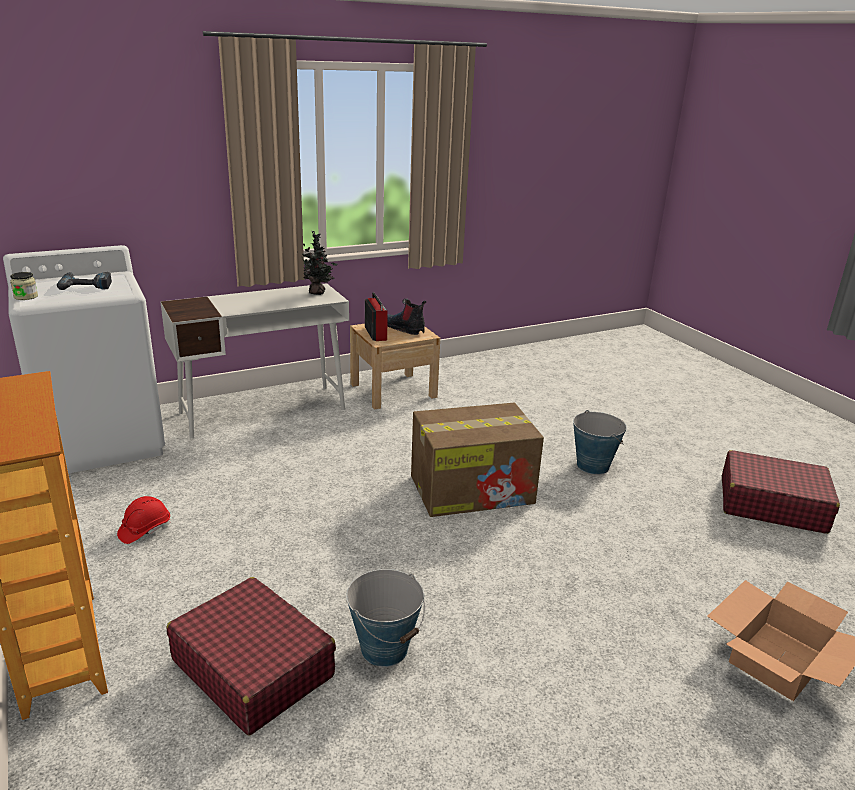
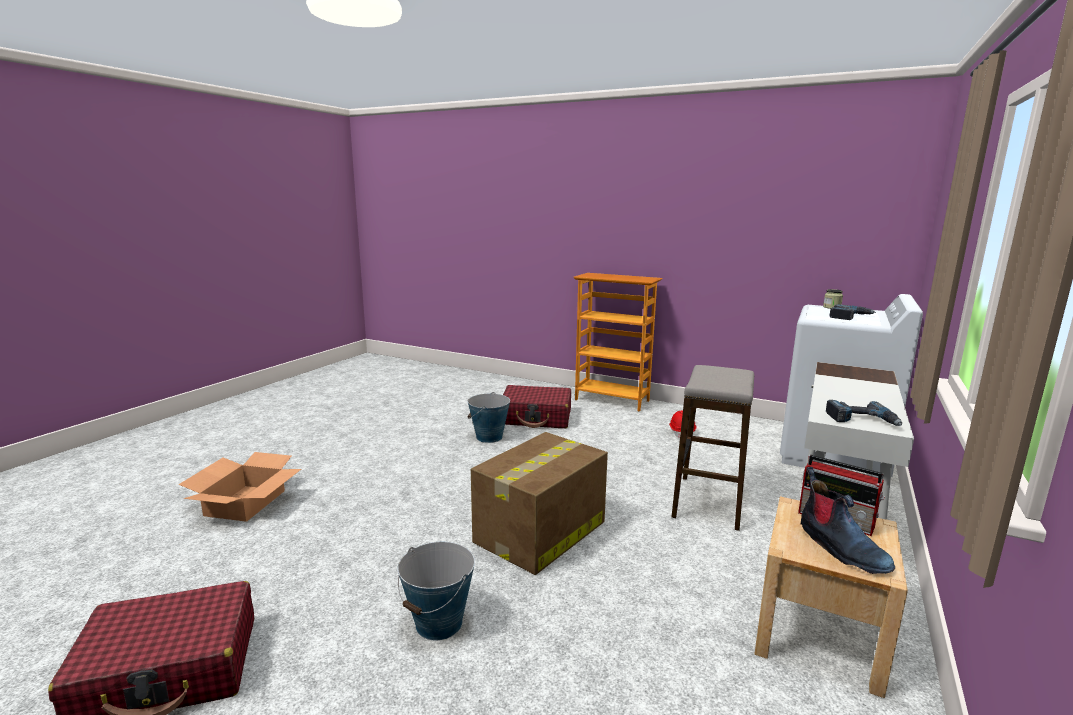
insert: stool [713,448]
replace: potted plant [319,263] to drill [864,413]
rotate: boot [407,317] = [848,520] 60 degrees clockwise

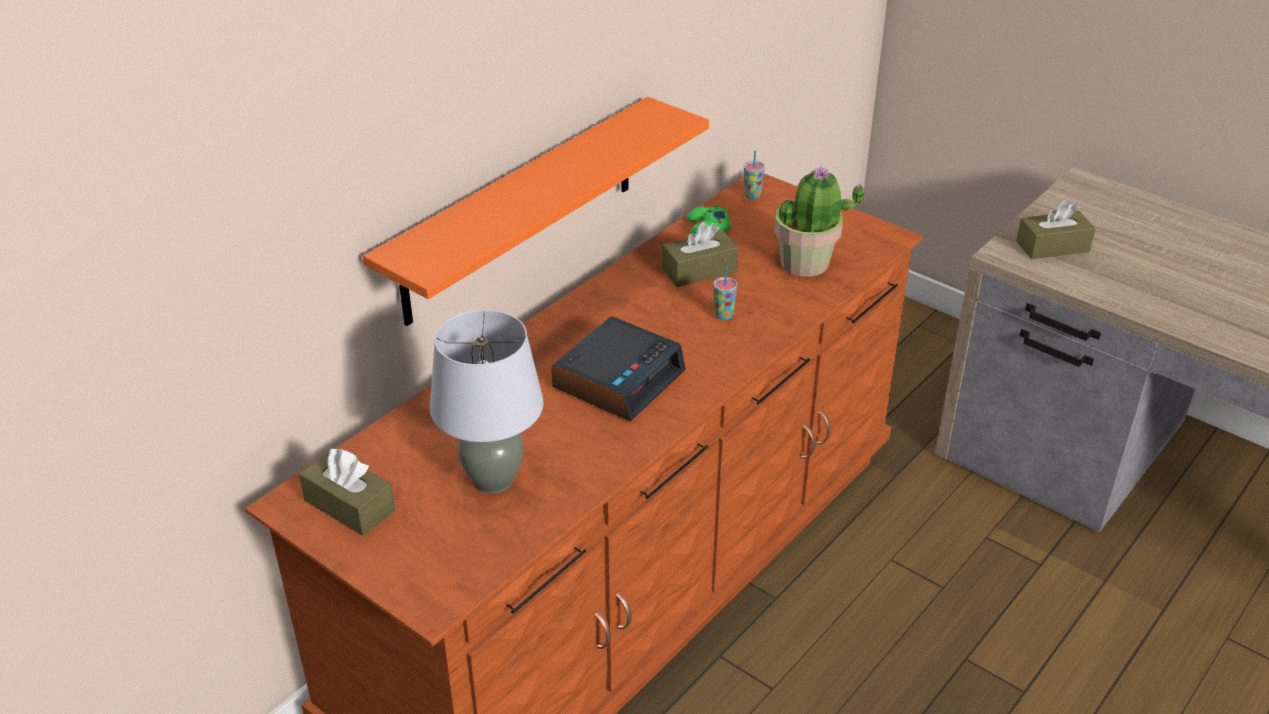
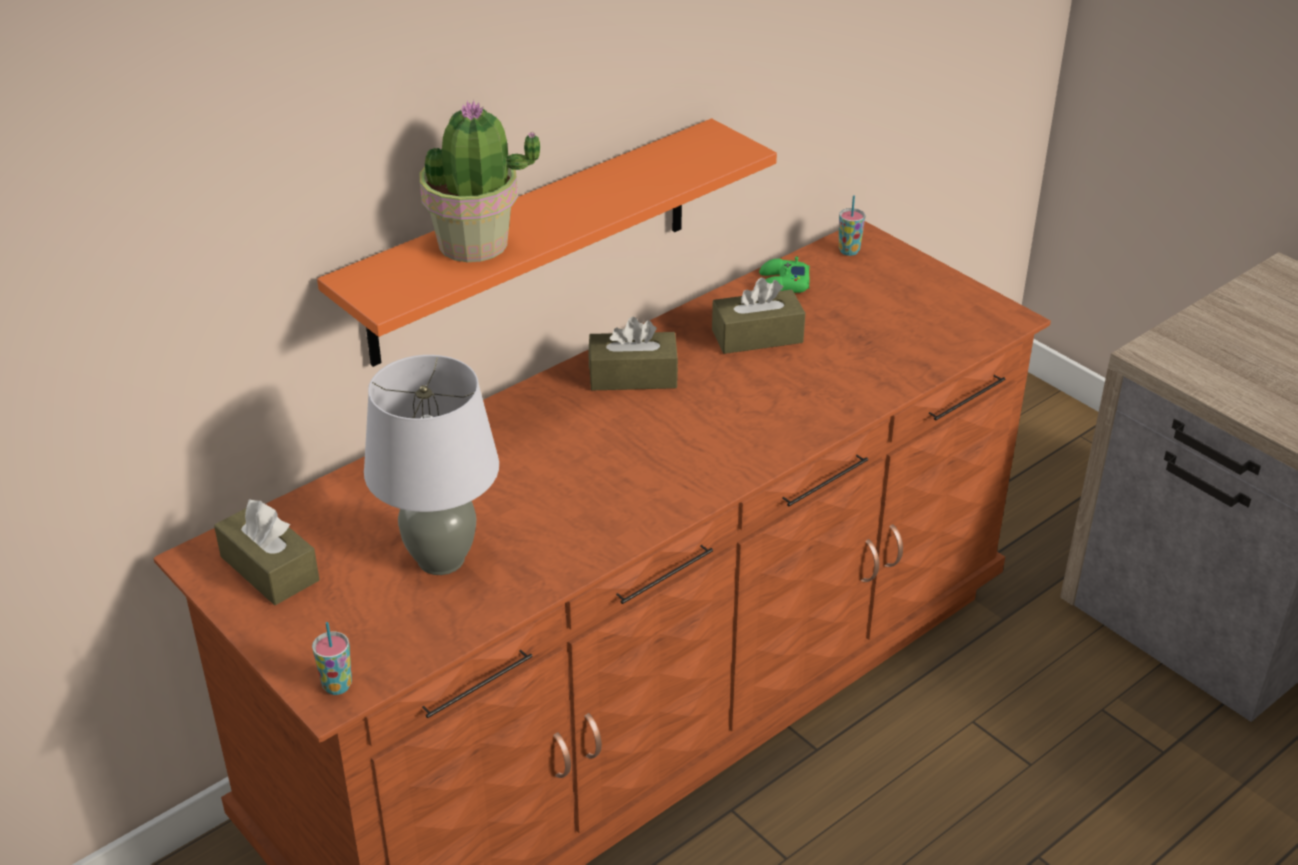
delete: bedside clock [618,368]
move: drinking cup [725,293] to [332,658]; potted plant [819,221] to [480,181]; brownish tissue box [1056,230] to [633,353]

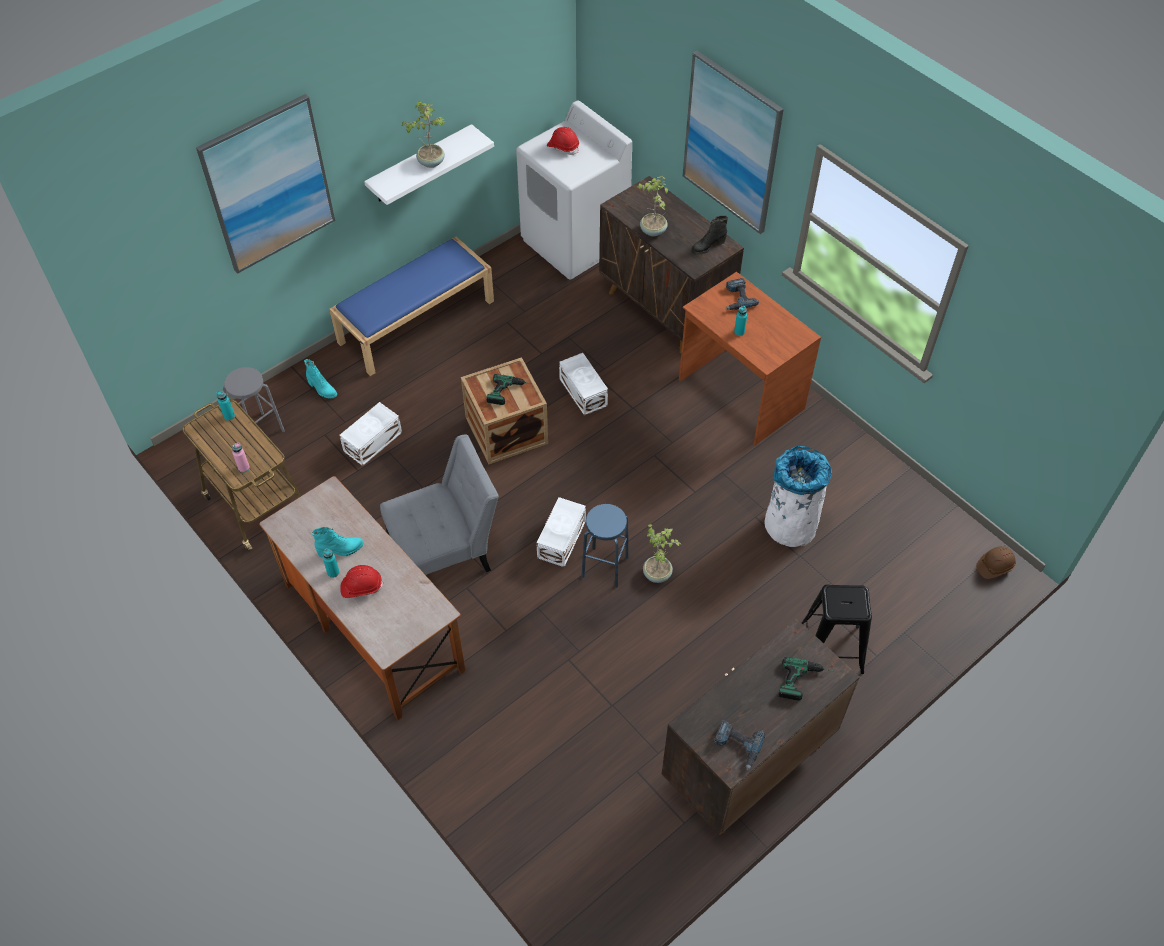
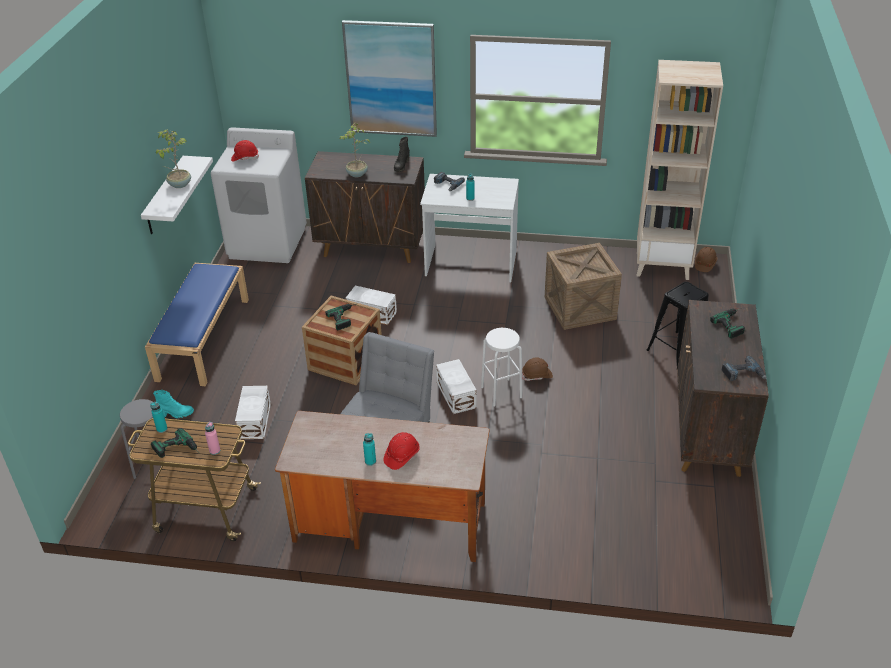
delete: wall art [265,184]; turquoise-coloured boot [337,542]
insert: drill [175,443]; beige-coloured shelving unit [680,170]
replace: potted plant [662,553] to brownish hard hat [537,369]; whitish waste bin [798,496] to crate [583,286]
recolor: brownish desk [750,358] to whitish desk [469,228]; blue-coloured stool [604,546] to whitish stool [501,367]

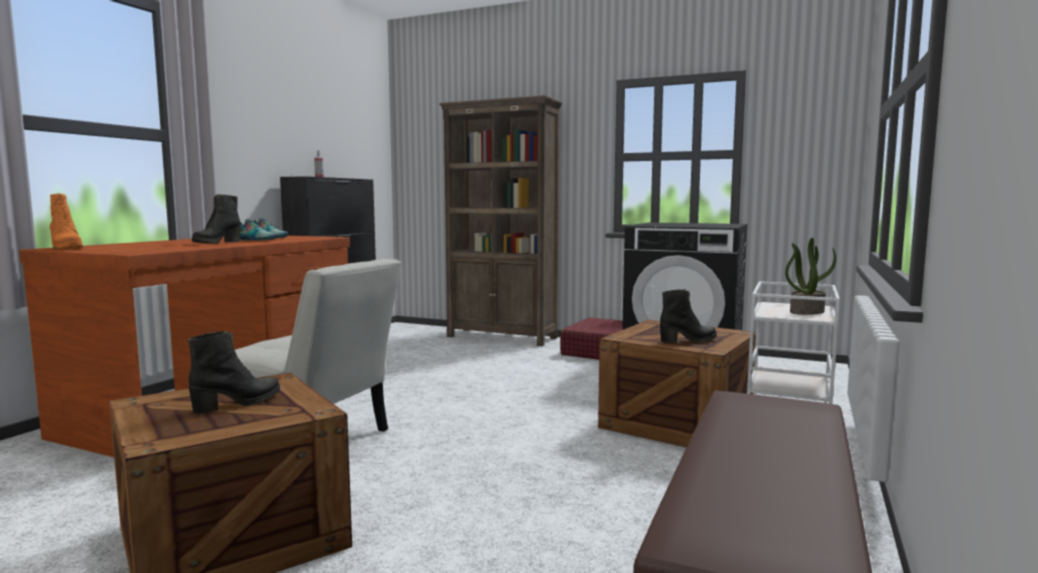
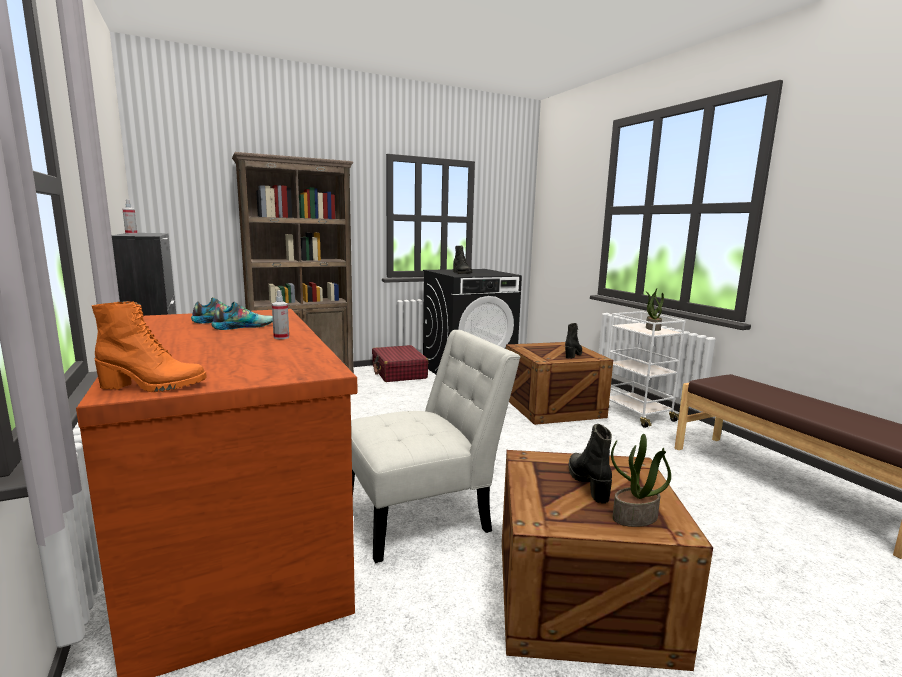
insert: spray bottle [280,314]; potted plant [641,480]
move: blackish boot [216,218] to [462,259]

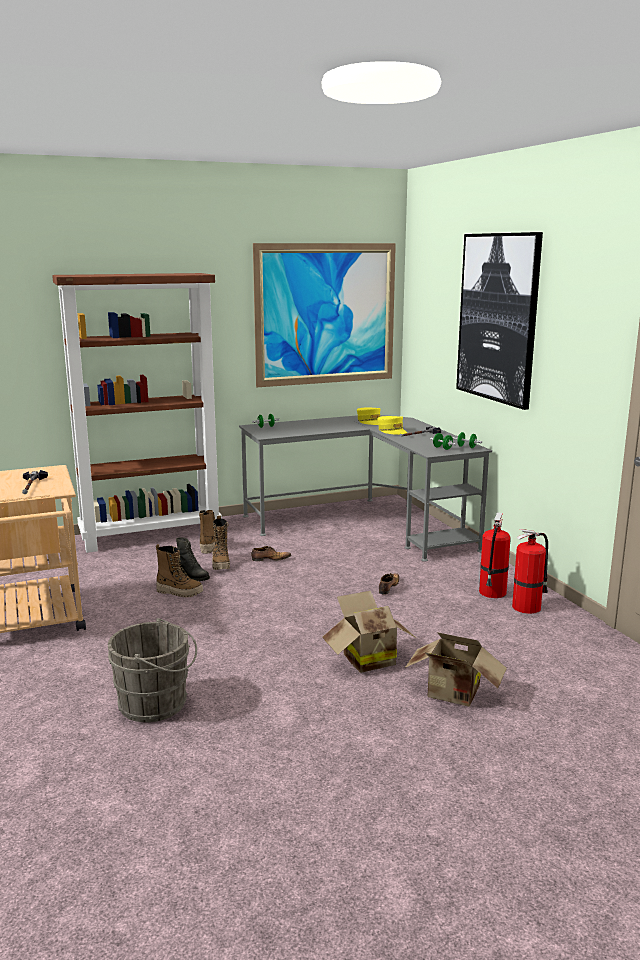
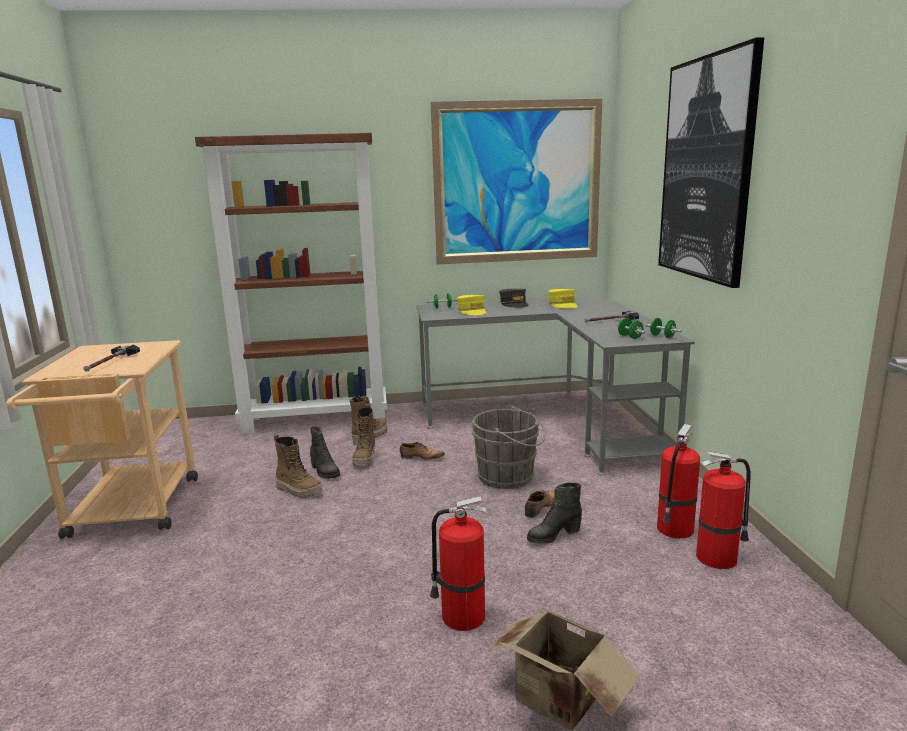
insert: greyish cap [513,298]; blackish boot [554,513]
move: yellow-coloured cap [392,425] to [472,305]; greyish bucket [152,670] to [509,447]
replace: packing box [369,632] to extinguisher [458,563]

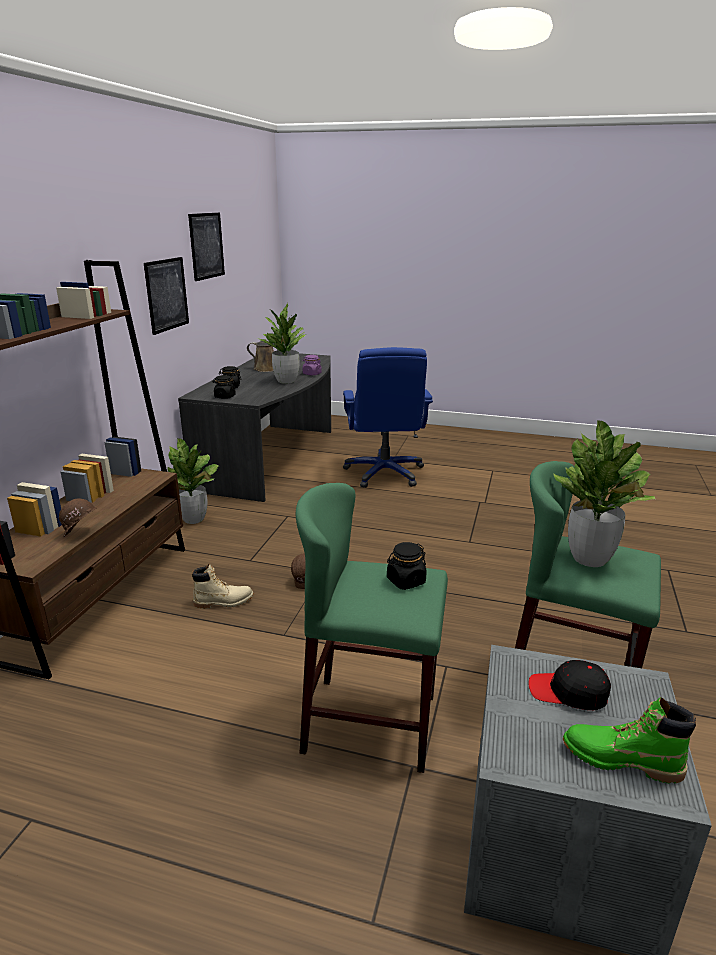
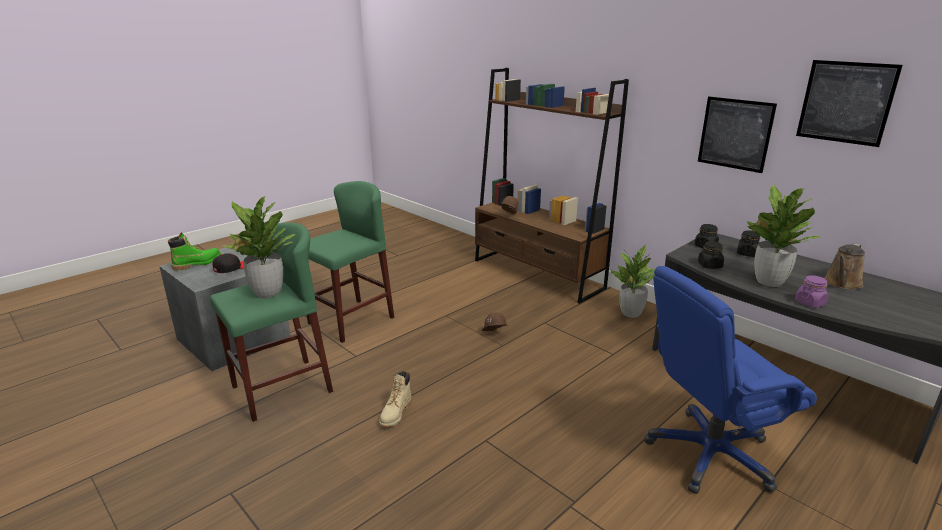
move: beige-coloured boot [223,586] to [395,399]; blackish preserve jar [407,566] to [711,255]
rotate: blue-coloured computer chair [388,417] = [731,380] 45 degrees counterclockwise

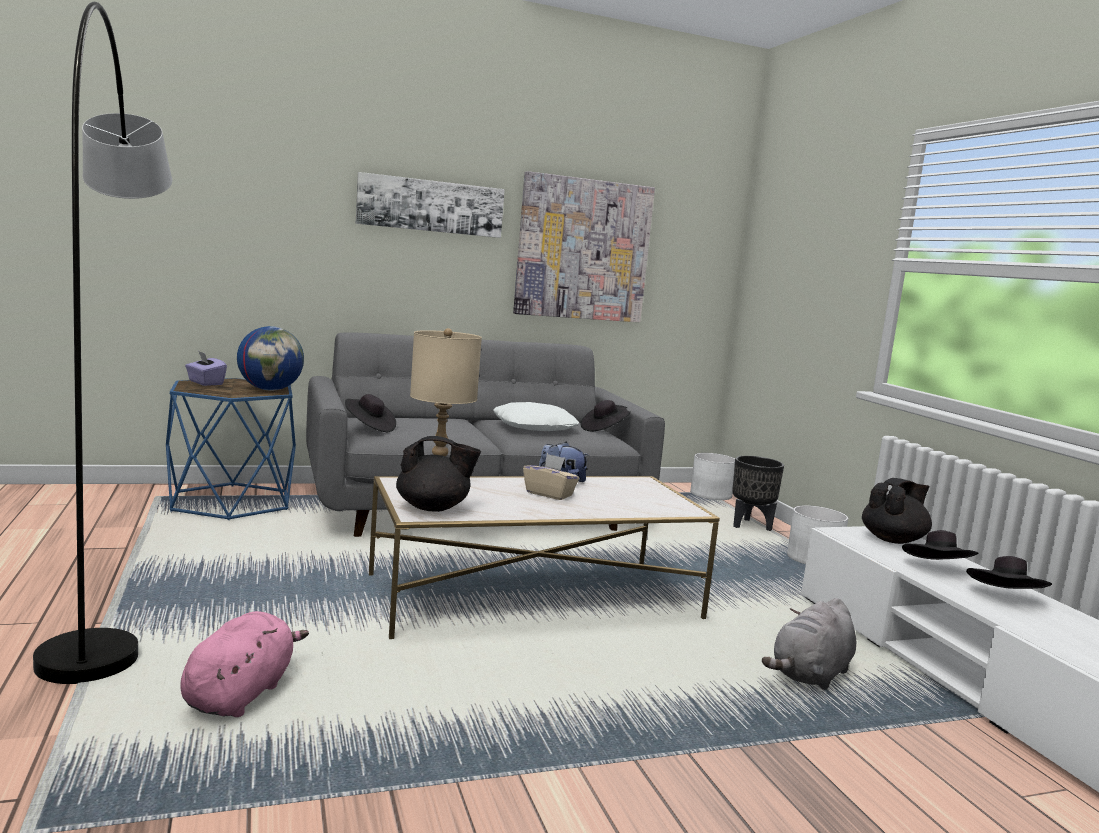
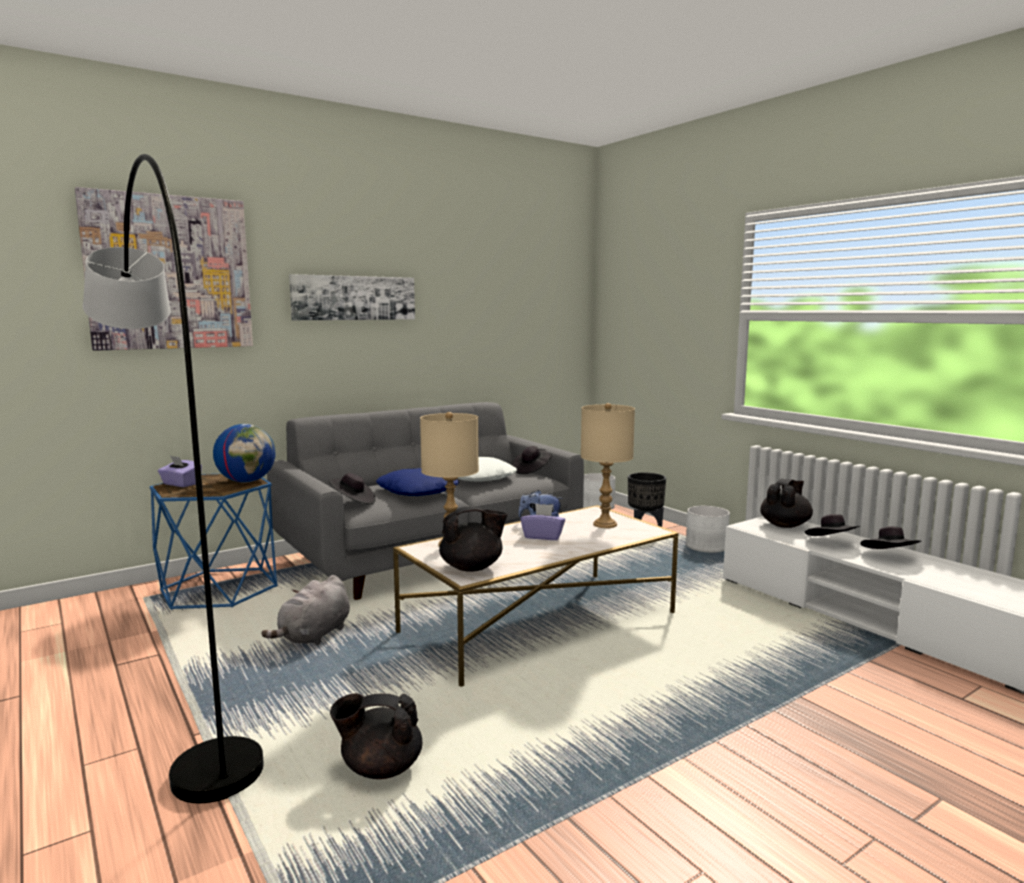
insert: blue-coloured throw pillow [417,482]; beige-coloured tabletop lamp [608,465]
move: wall art [584,246] to [164,269]; greyish cuddly toy [809,644] to [305,610]
replace: pinkish cuddly toy [245,664] to blackish pot for tea [376,736]
recolor: beige-coloured tissue box [551,477] to purple-coloured tissue box [542,522]

